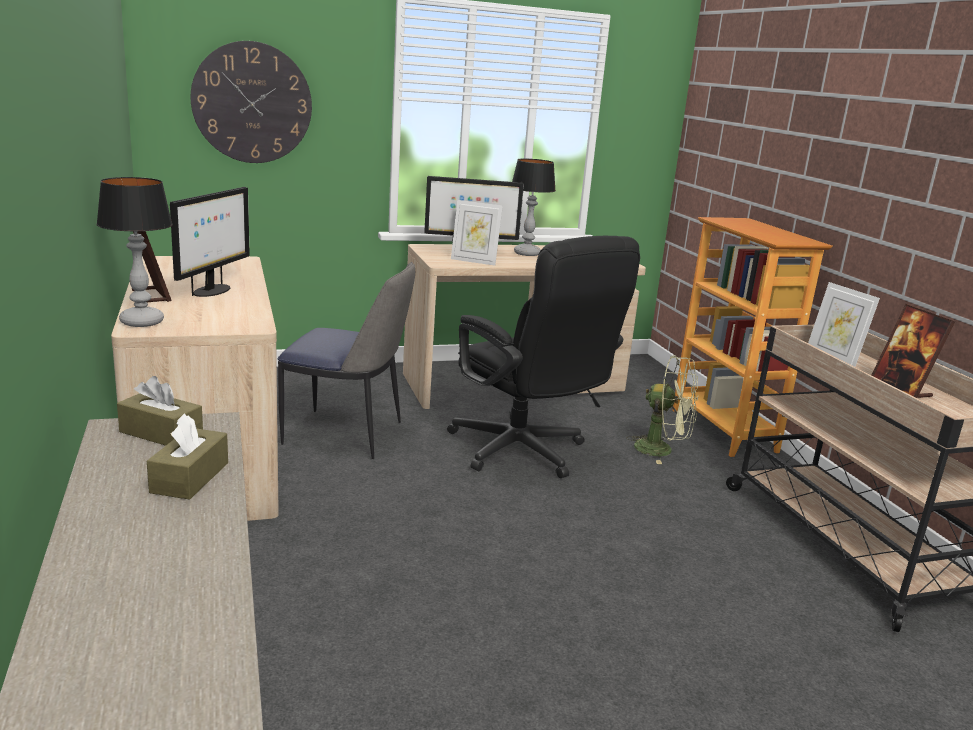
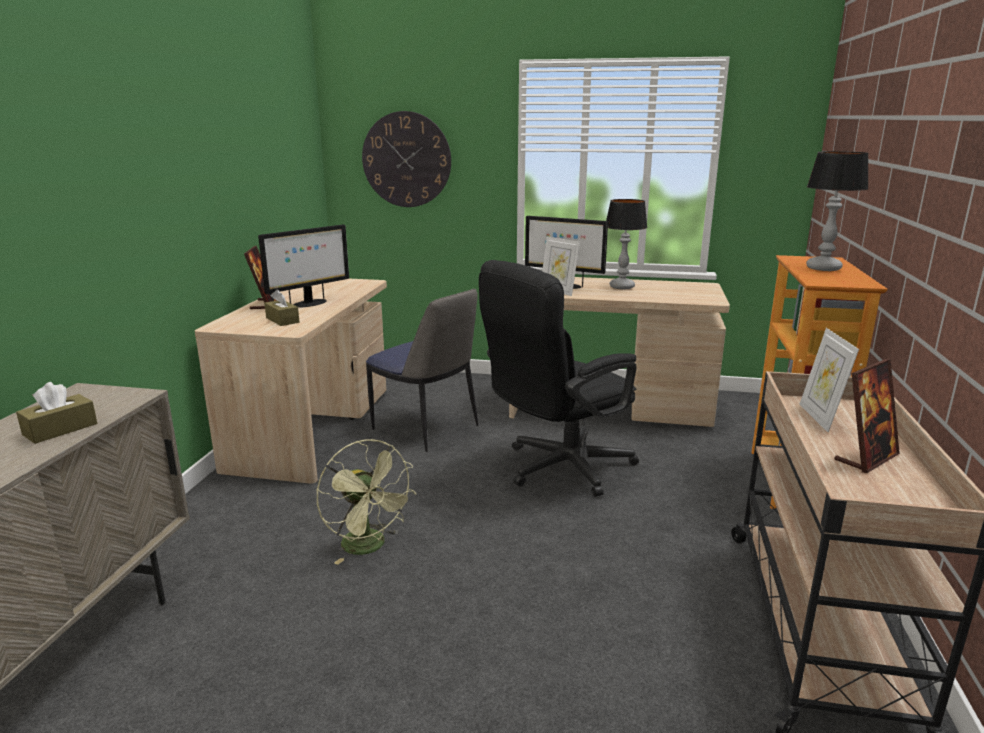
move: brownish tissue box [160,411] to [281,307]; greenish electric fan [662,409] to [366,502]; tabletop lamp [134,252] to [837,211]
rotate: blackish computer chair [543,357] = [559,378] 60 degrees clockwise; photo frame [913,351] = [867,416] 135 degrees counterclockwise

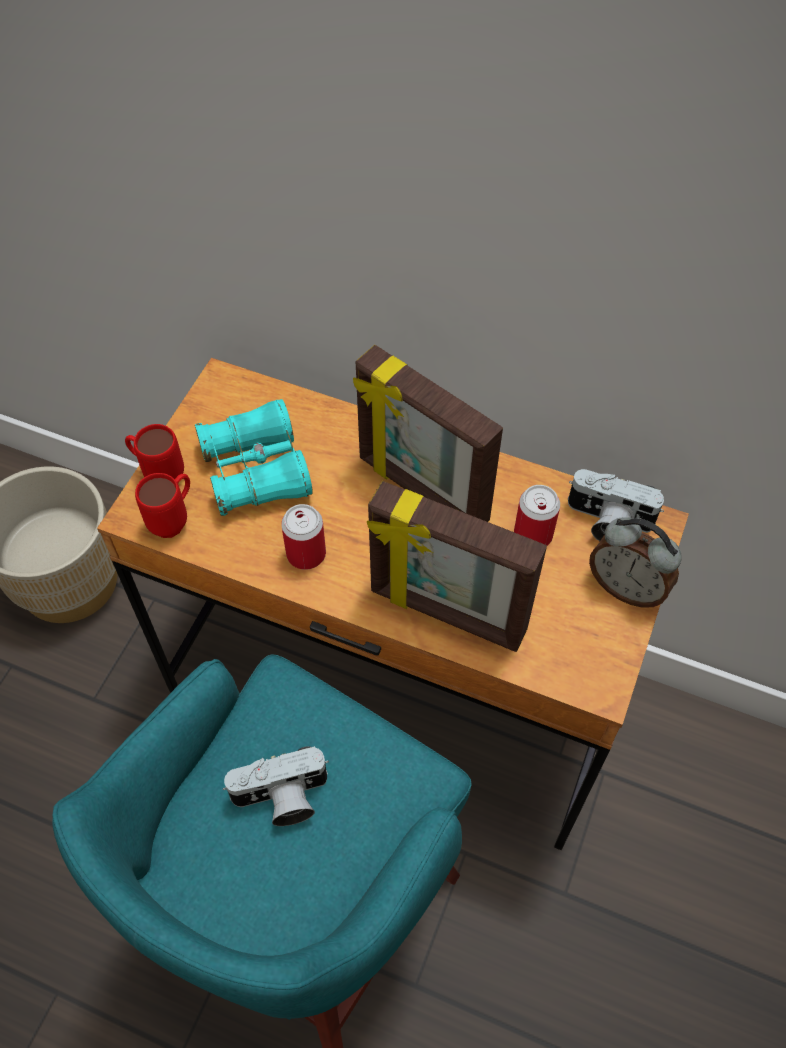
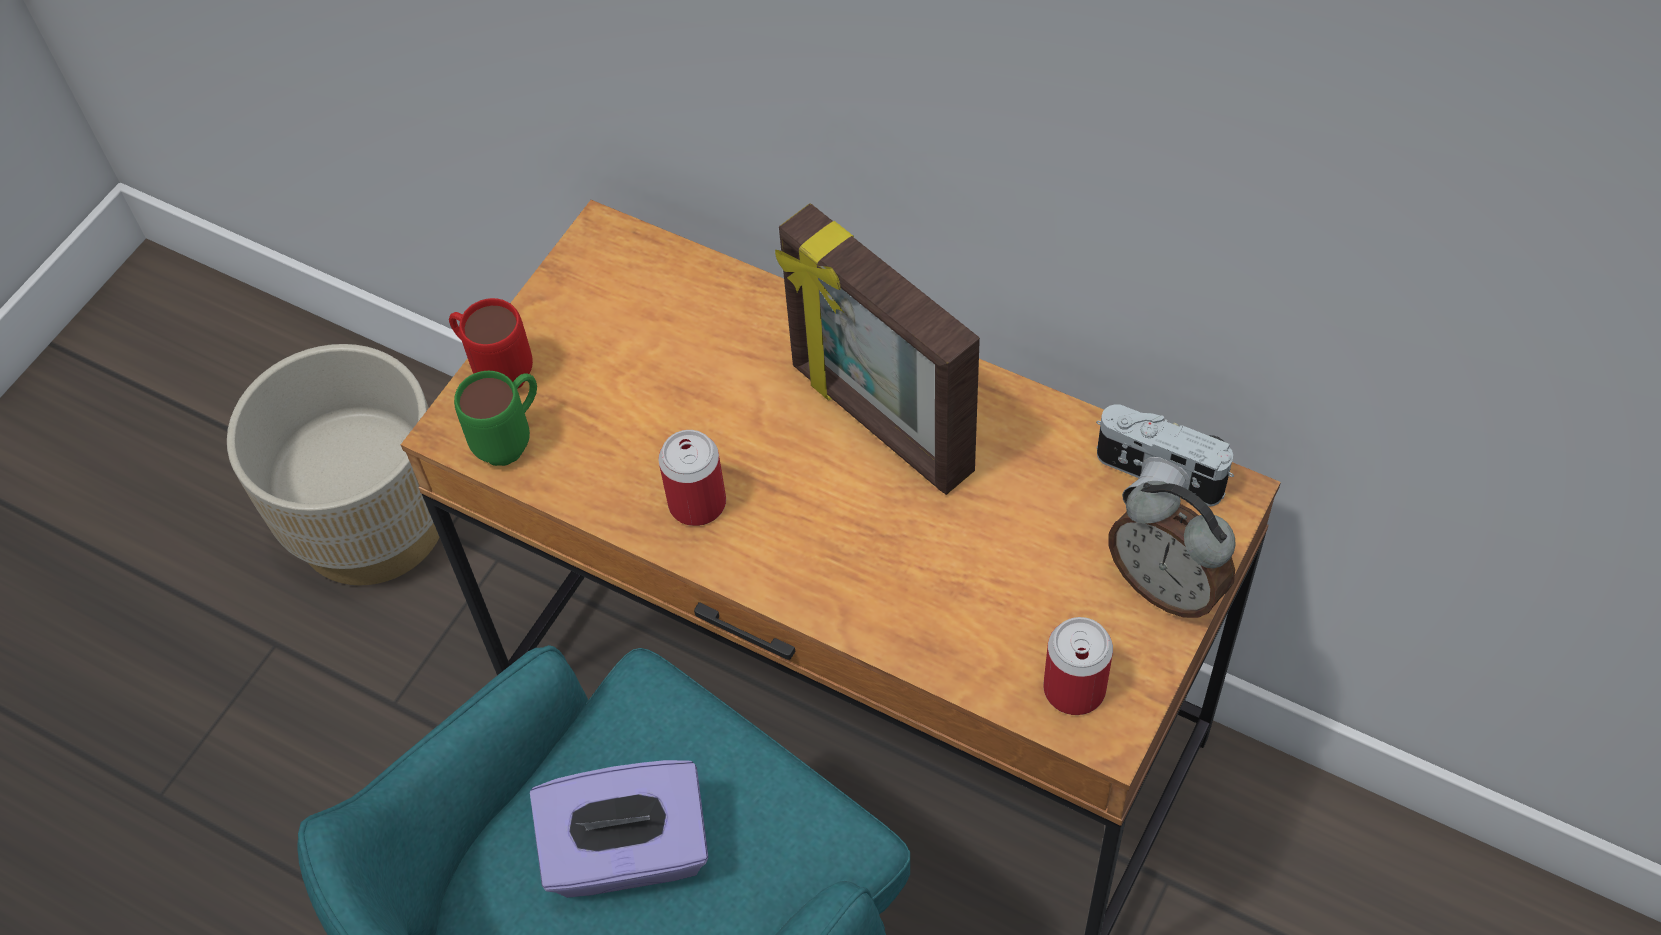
delete: turquoise-coloured binoculars [254,457]; photo frame [457,566]
move: can [537,515] to [1078,666]
replace: still camera [275,786] to purple-coloured tissue box [619,829]
recolor: red-coloured tea mug [162,505] to greenish tea mug [495,418]

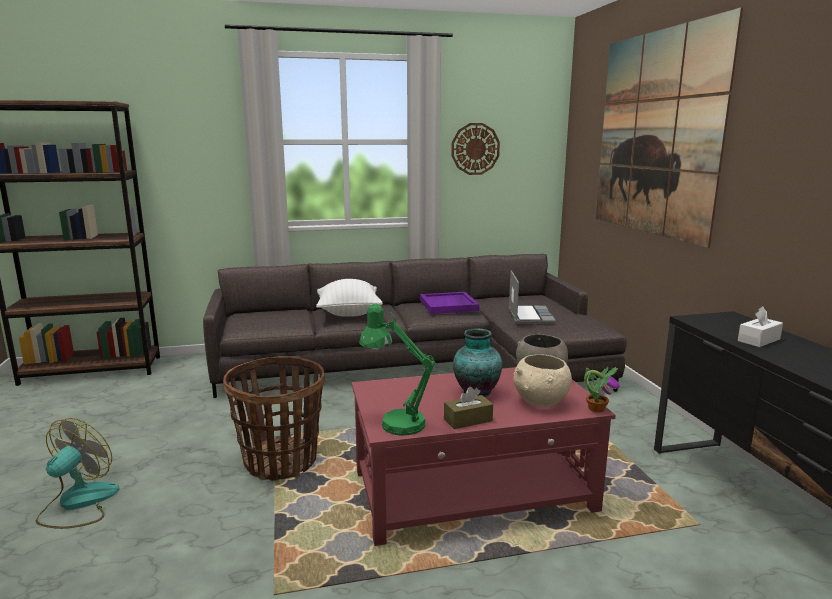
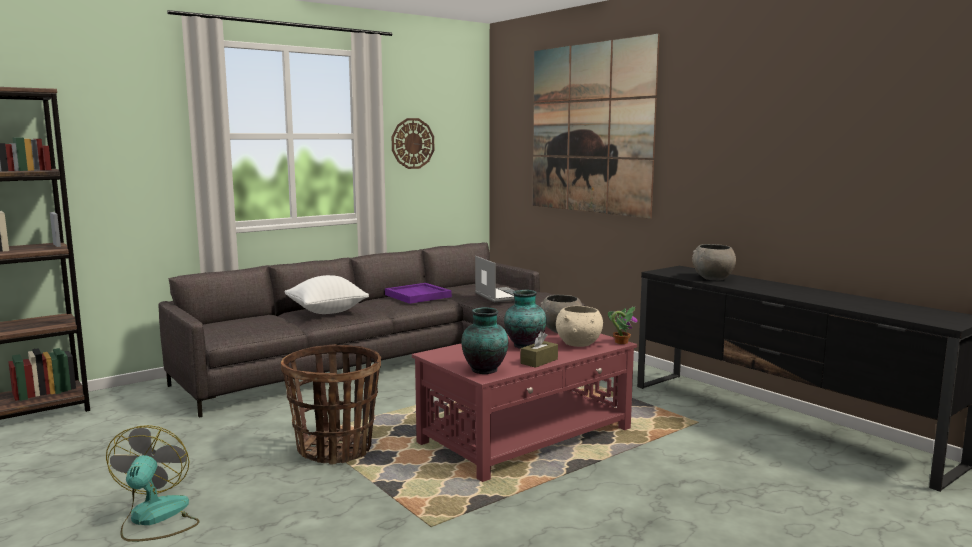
replace: greenish tabletop lamp [397,370] to flower vase [484,340]; whitish tissue box [760,327] to greyish serving bowl [714,262]

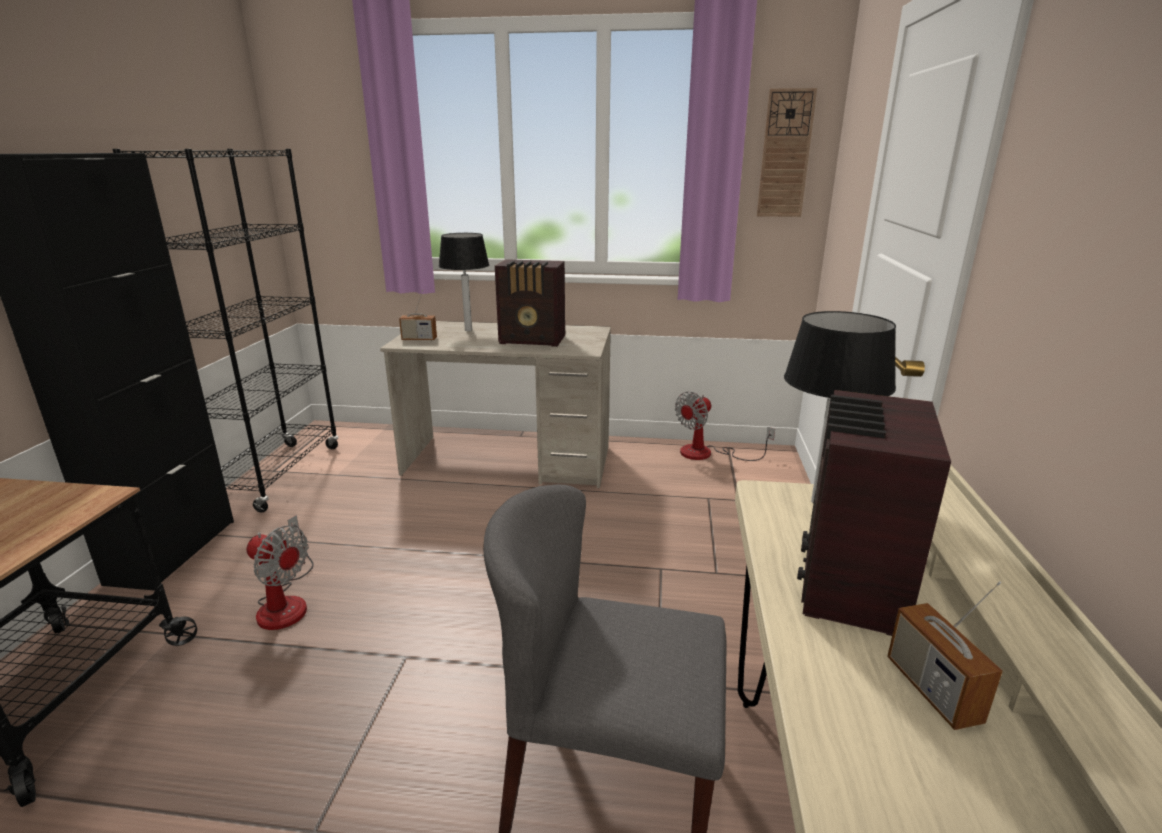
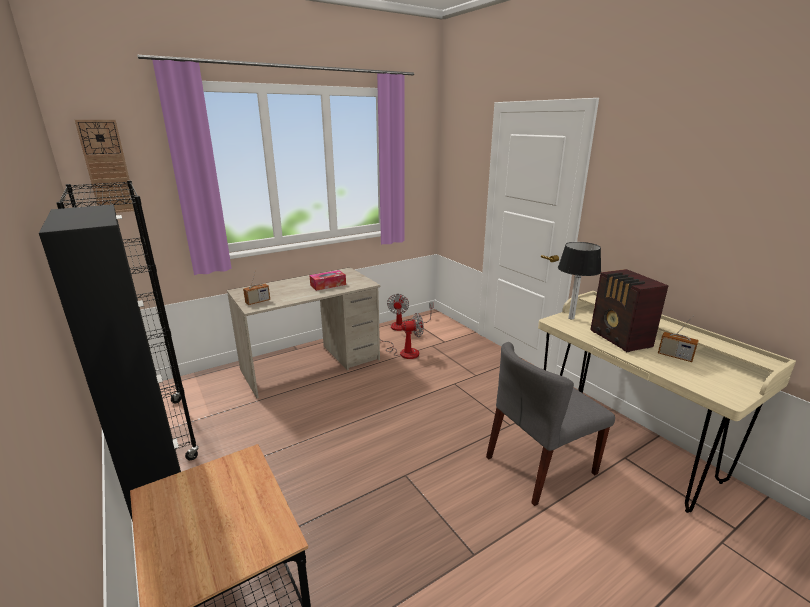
delete: tabletop lamp [463,282]
move: clock on the wall [787,152] to [104,166]; electric fan [280,572] to [402,336]
replace: radio set [530,303] to tissue box [327,280]

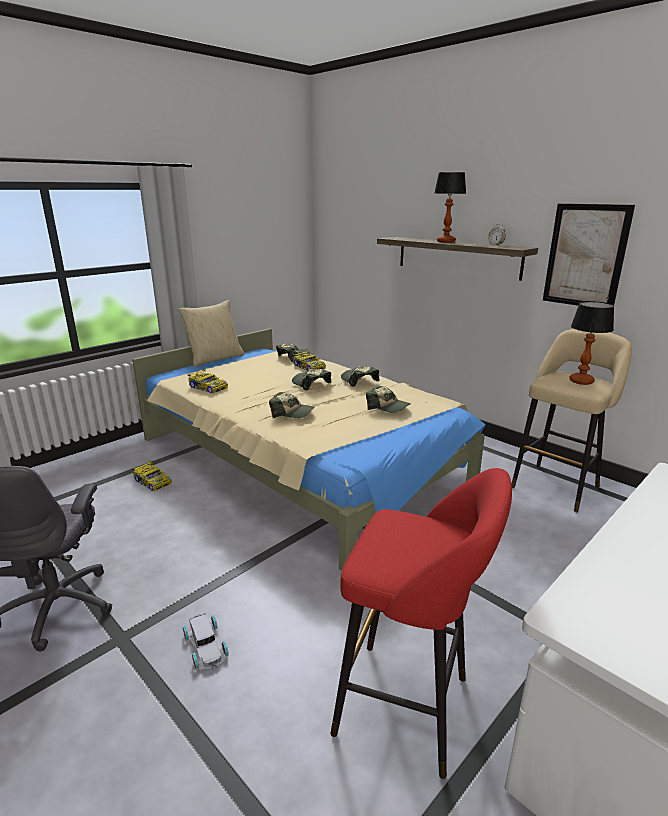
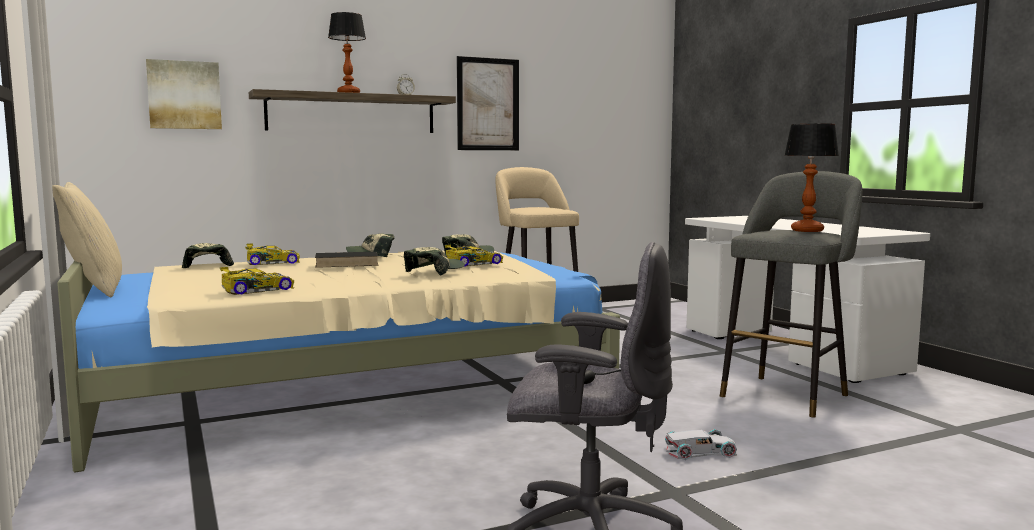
insert: wall art [184,94]
move: toy car [152,476] to [474,256]; tabletop lamp [591,343] to [811,177]
replace: cap [311,380] to blackish book [347,260]
recolor: red-coloured stool [421,623] to greyish stool [791,294]

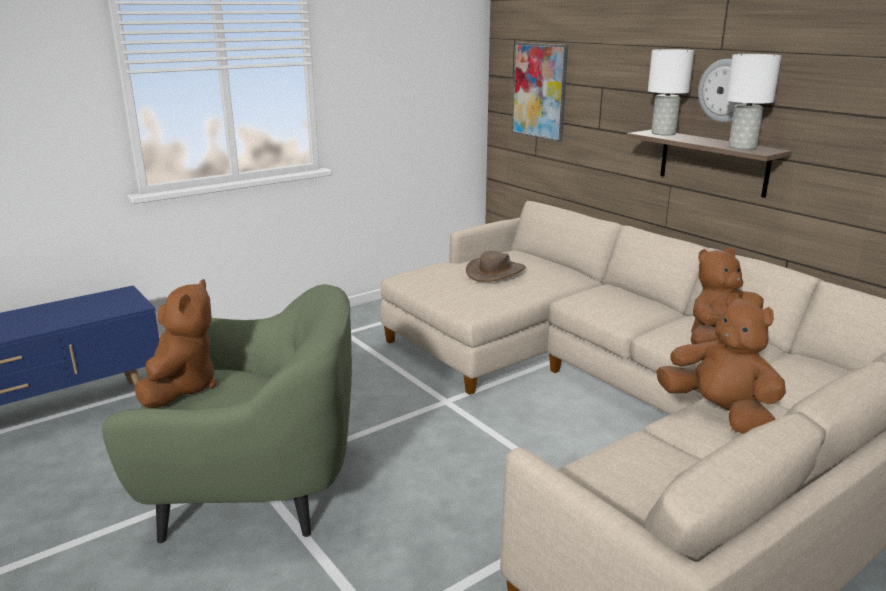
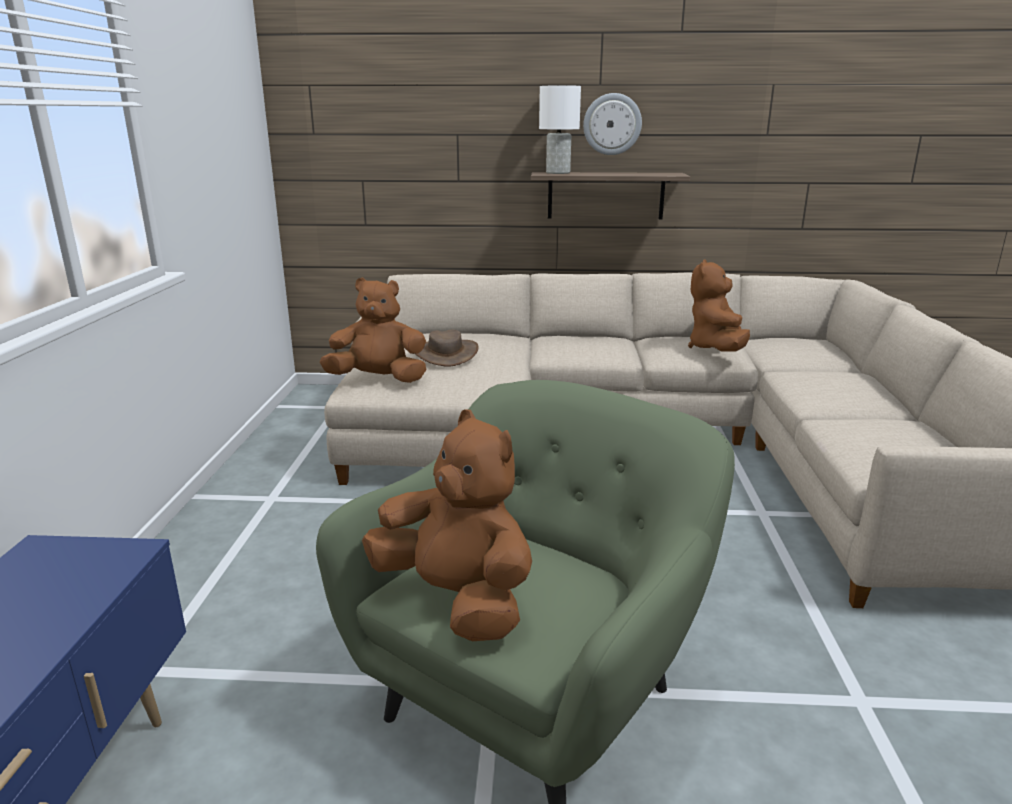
delete: wall art [540,92]; whitish tabletop lamp [754,102]
move: brownish cuddly toy [721,363] to [373,330]

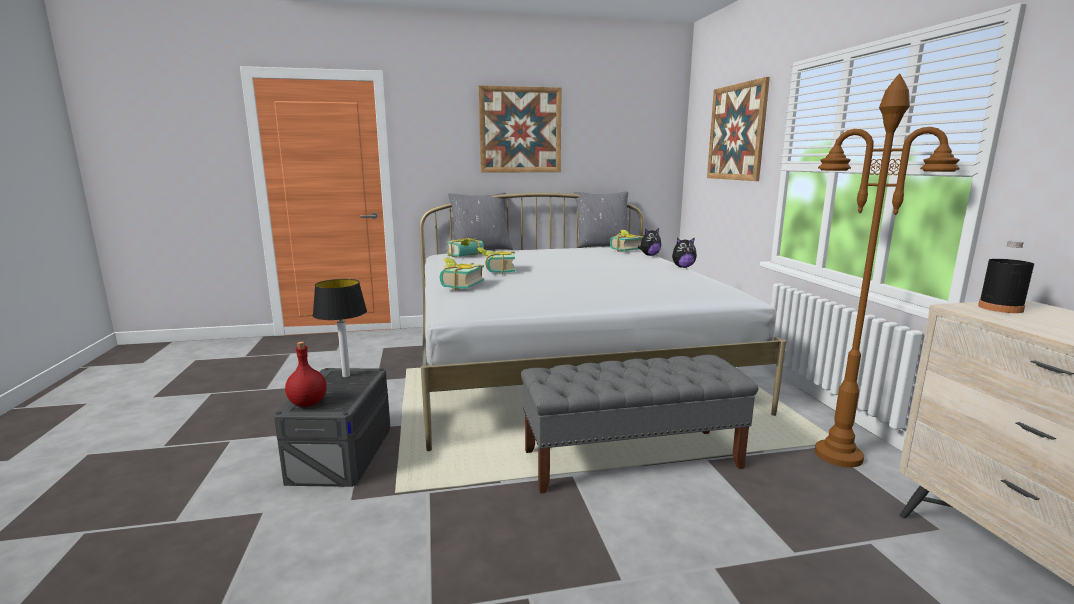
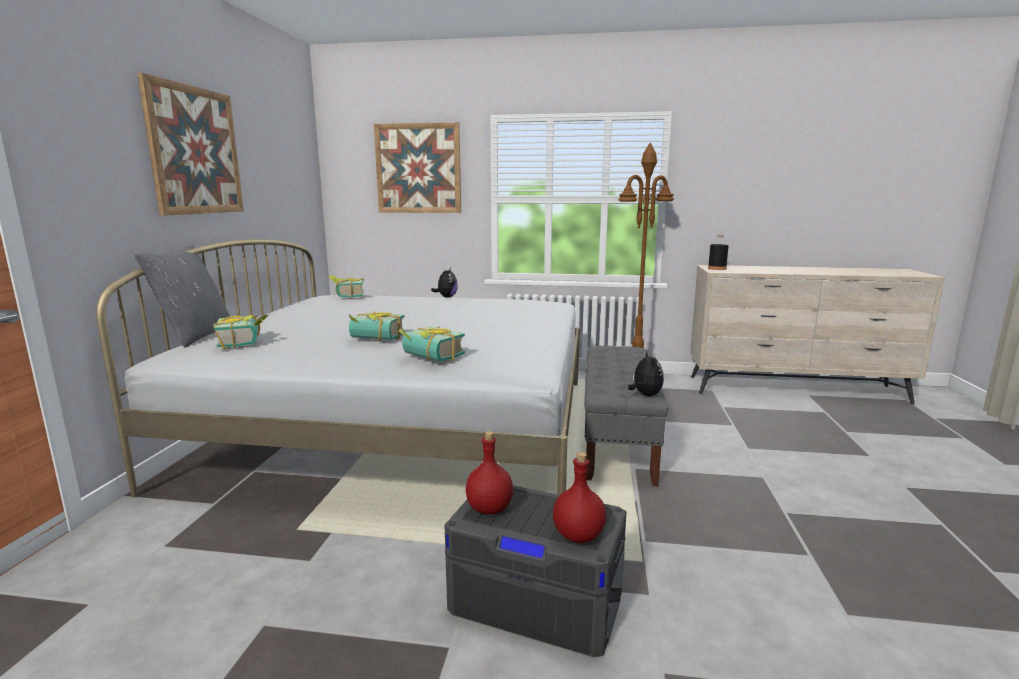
delete: greyish throw pillow [601,219]
move: cuddly toy [649,242] to [646,373]
replace: tabletop lamp [339,328] to red-coloured beverage bottle [489,472]

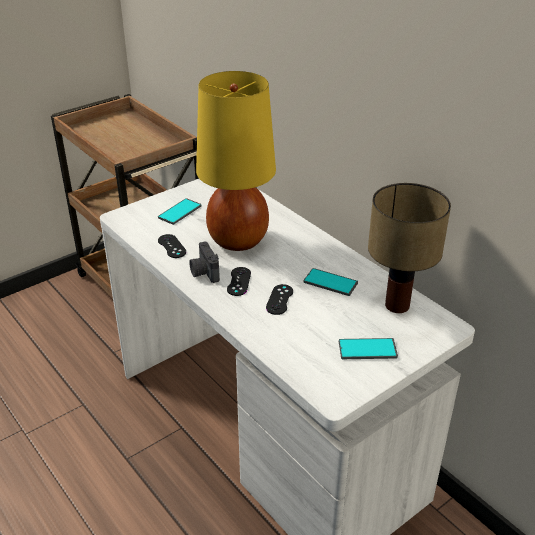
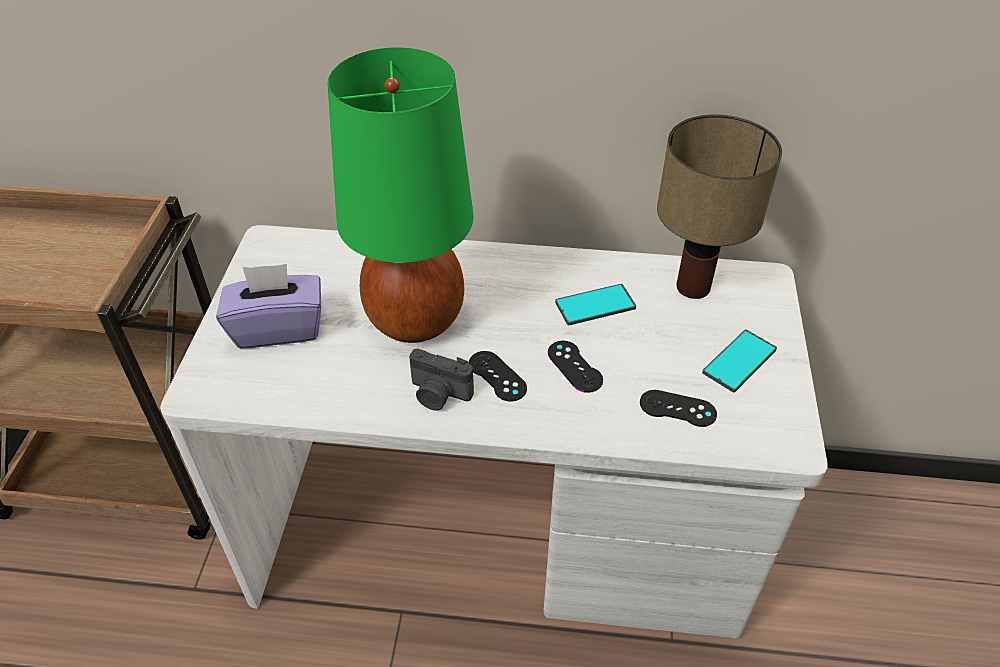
move: blackish gamepad [172,246] to [678,408]
replace: telephone [179,211] to purple-coloured tissue box [268,306]
recolor: yellow-coloured tabletop lamp [236,161] to greenish tabletop lamp [400,195]

